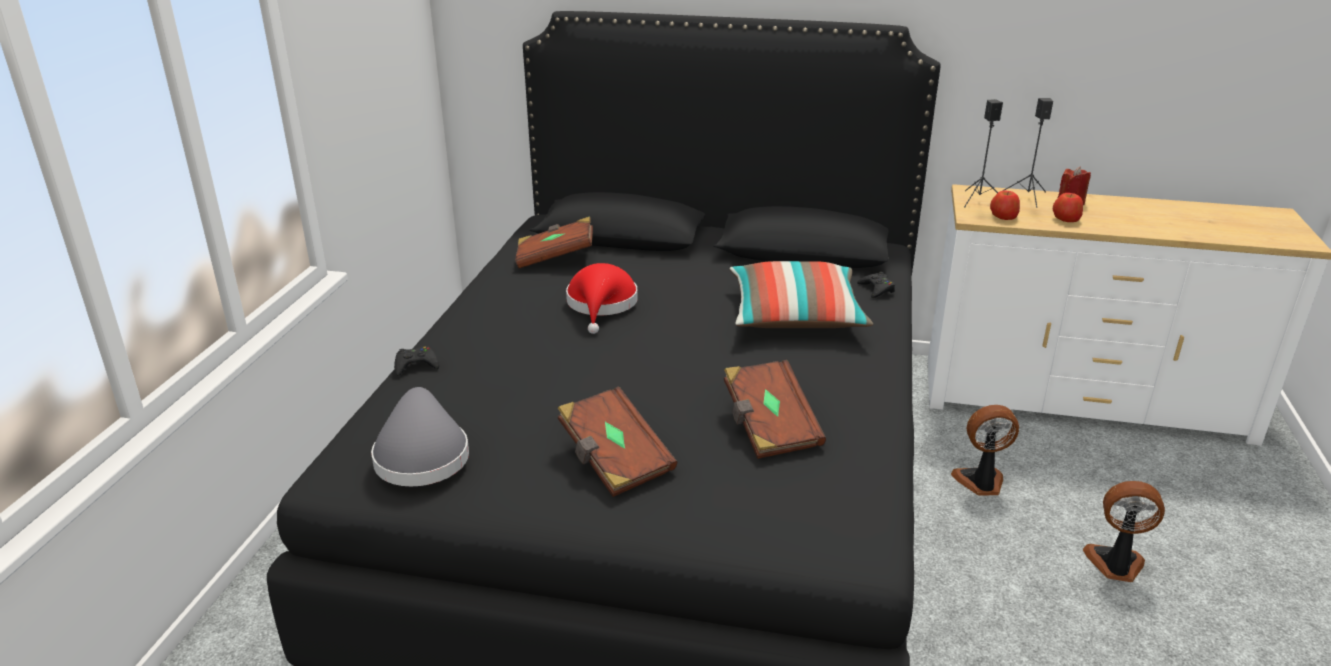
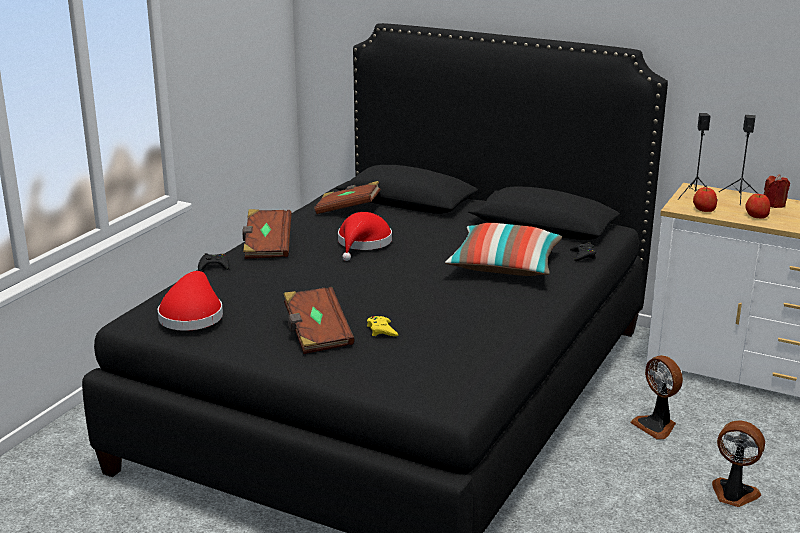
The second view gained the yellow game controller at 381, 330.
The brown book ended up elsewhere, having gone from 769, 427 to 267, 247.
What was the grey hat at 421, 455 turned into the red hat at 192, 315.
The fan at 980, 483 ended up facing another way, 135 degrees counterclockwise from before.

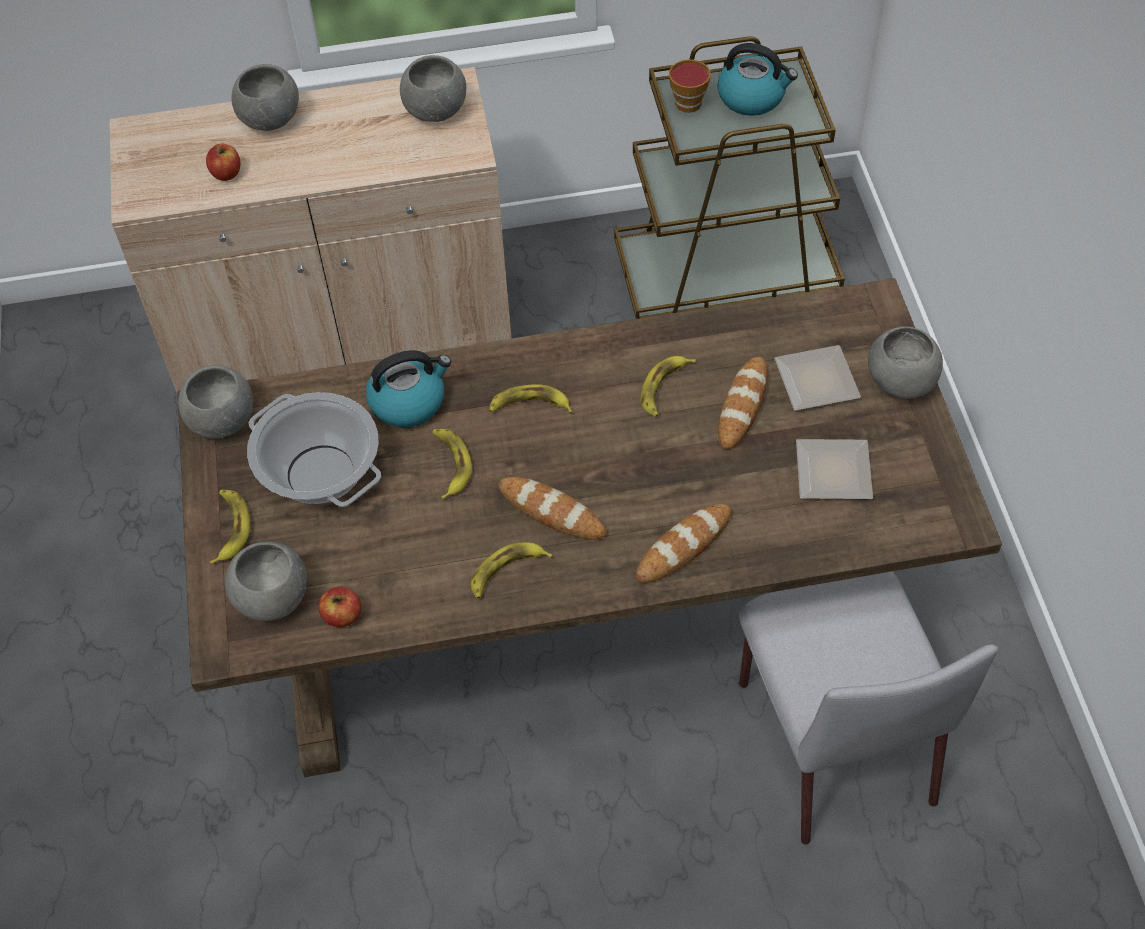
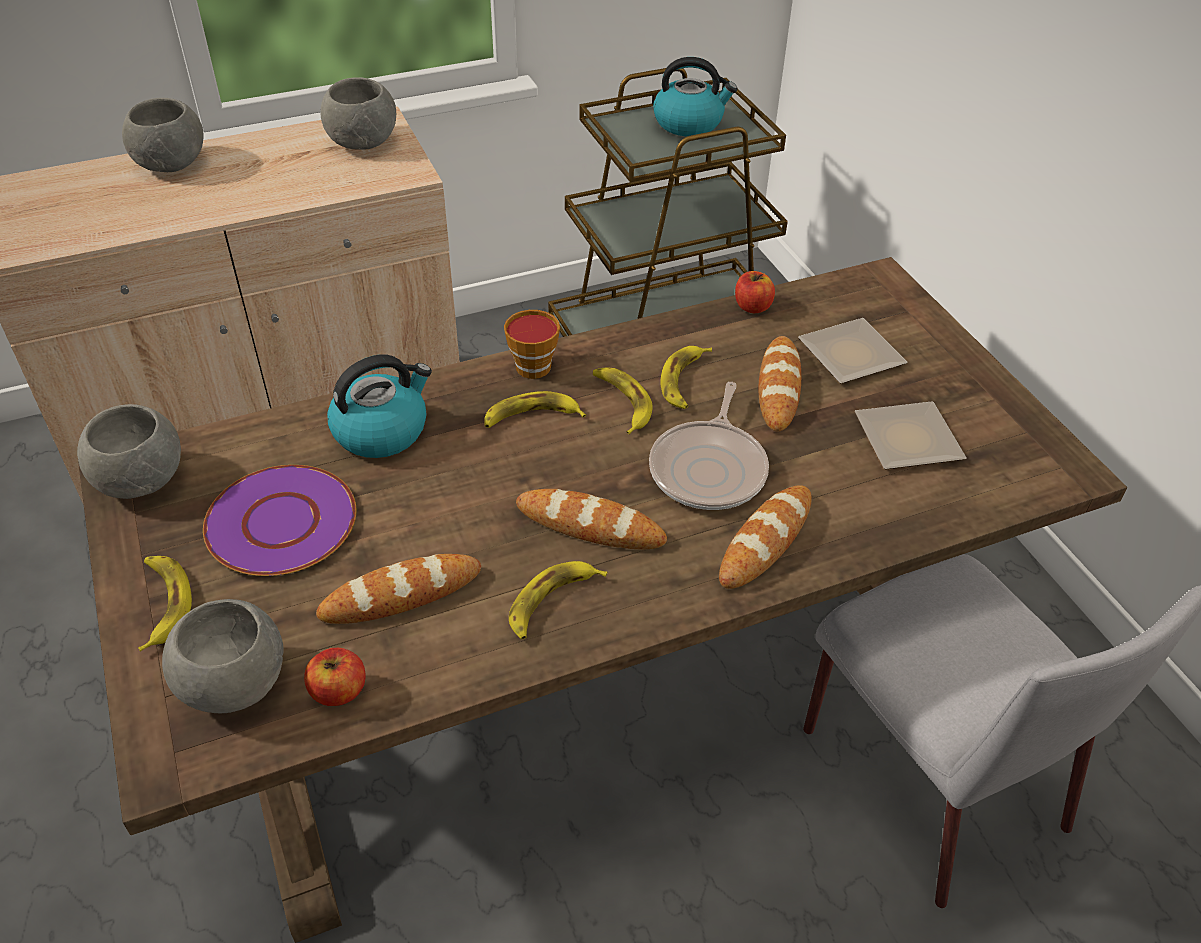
The second view lost the grey bowl at 900, 382.
The second view gained the bread at 401, 594.
The second view gained the frying pan at 710, 468.
The apple ended up elsewhere, having gone from 226, 173 to 752, 306.
The banana ended up elsewhere, having gone from 450, 464 to 622, 402.
The cup ended up elsewhere, having gone from 686, 101 to 530, 364.
Where the cooking pot stood at 320, 473, the purple plate came to stand at 280, 523.

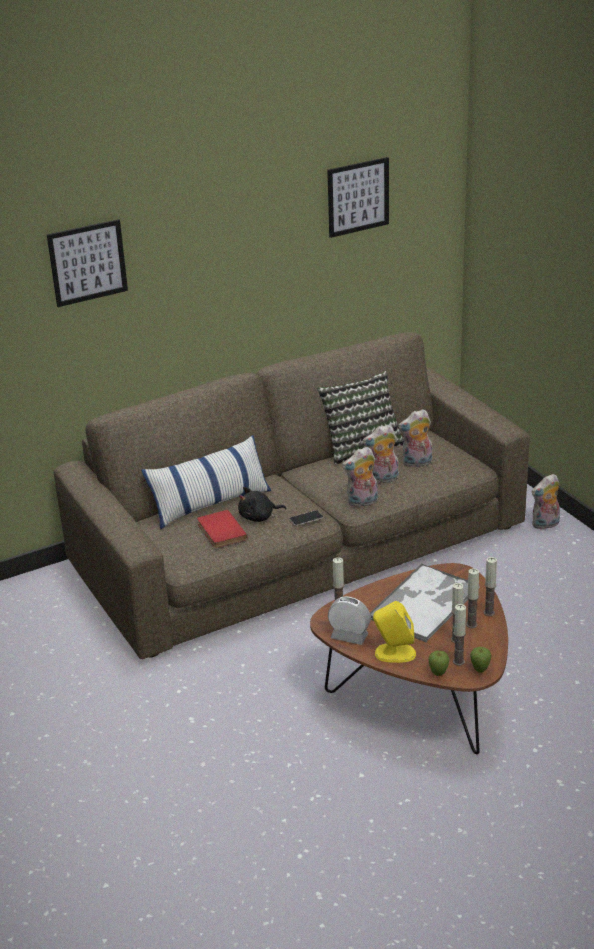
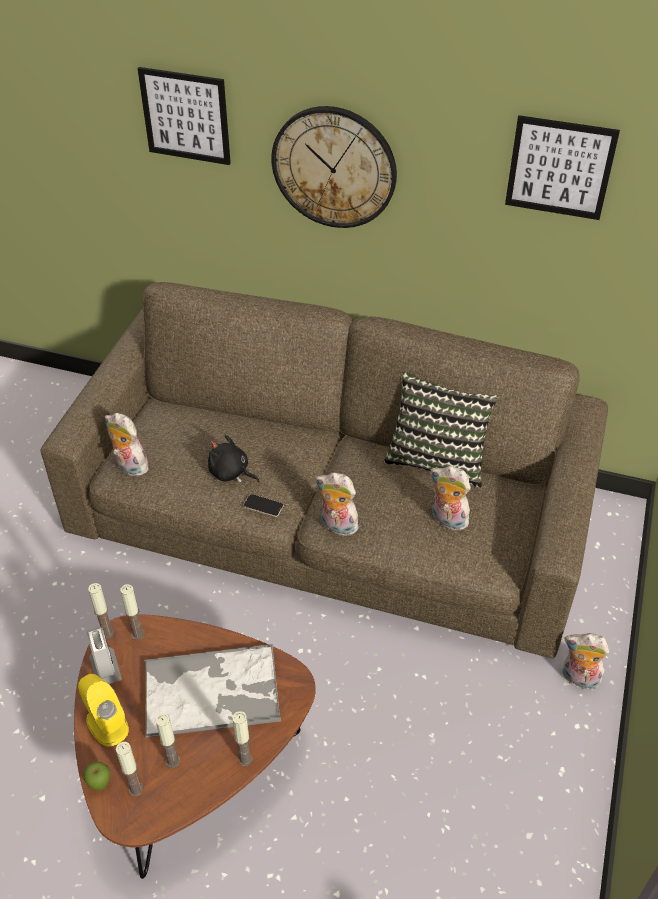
The second view lost the pillow at 210, 504.
The second view lost the red book at 220, 531.
The second view lost the apple at 480, 670.
The second view gained the wall clock at 334, 167.
The plush toy ended up elsewhere, having gone from 382, 479 to 129, 467.
The candle ended up elsewhere, having gone from 471, 624 to 107, 633.

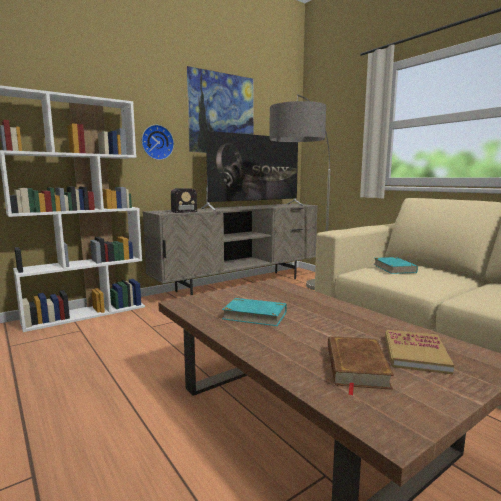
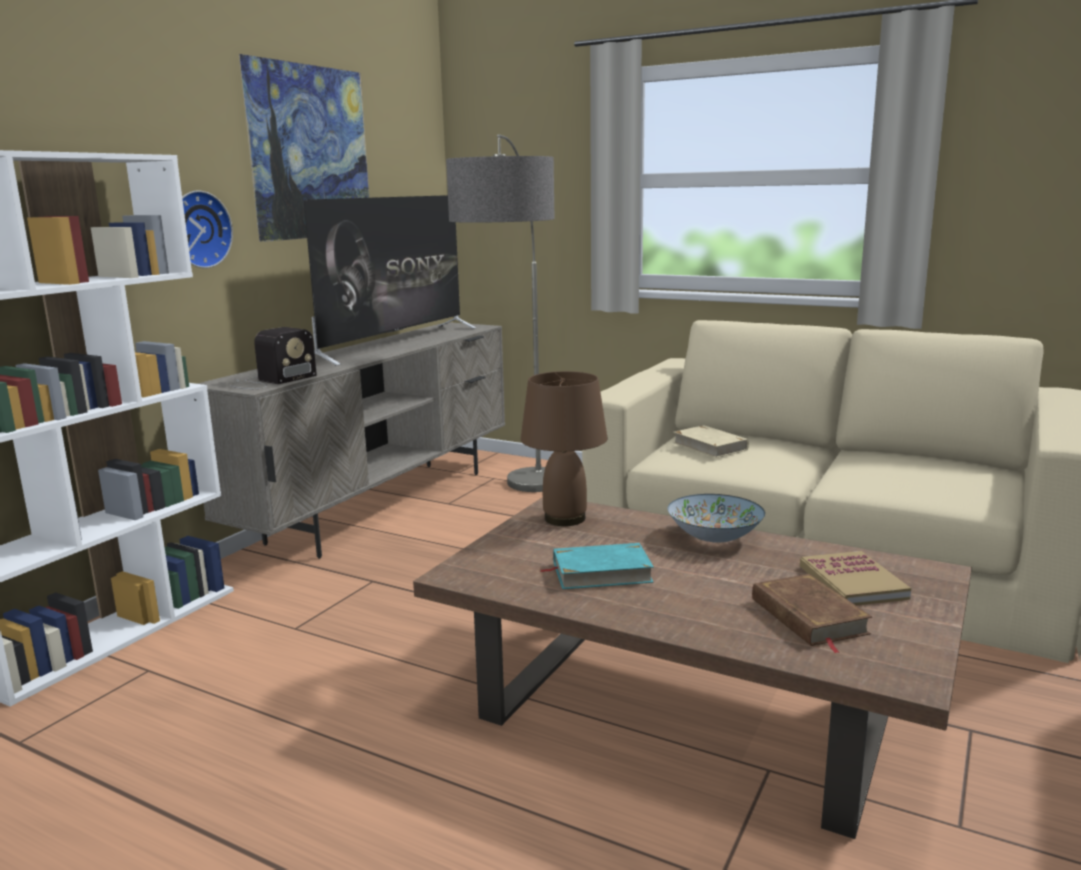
The second view gained the brown table lamp at 564, 519.
The second view gained the bowl at 714, 537.
What was the turquoise book at 394, 268 turned into the beige book at 710, 446.

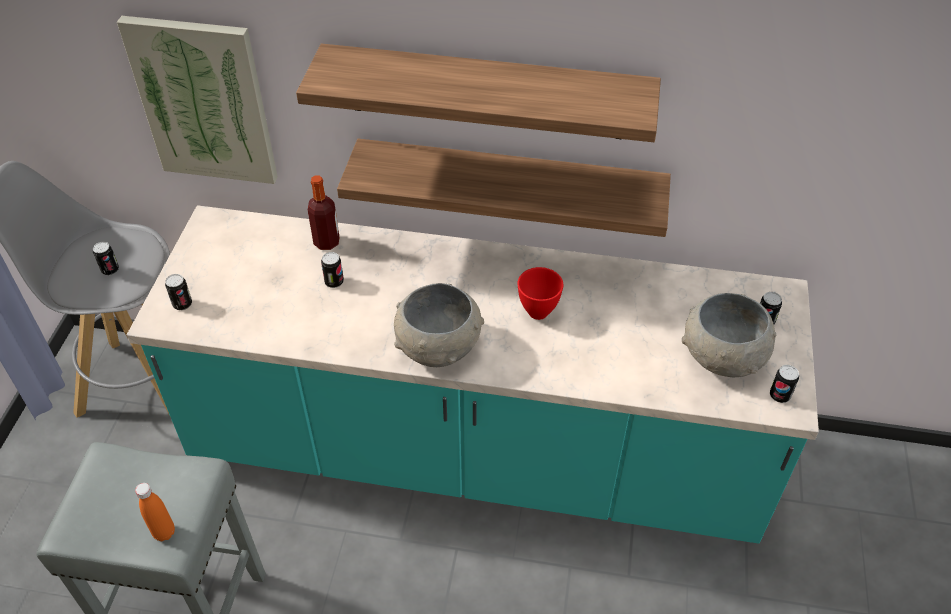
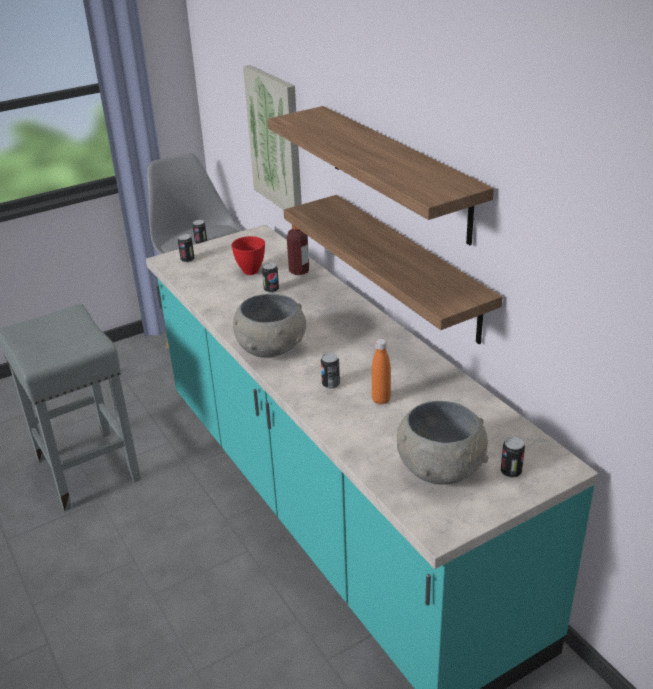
The orange bottle ended up elsewhere, having gone from 164, 532 to 381, 400.
The red bowl ended up elsewhere, having gone from 537, 312 to 250, 271.
The can ended up elsewhere, having gone from 779, 395 to 330, 384.

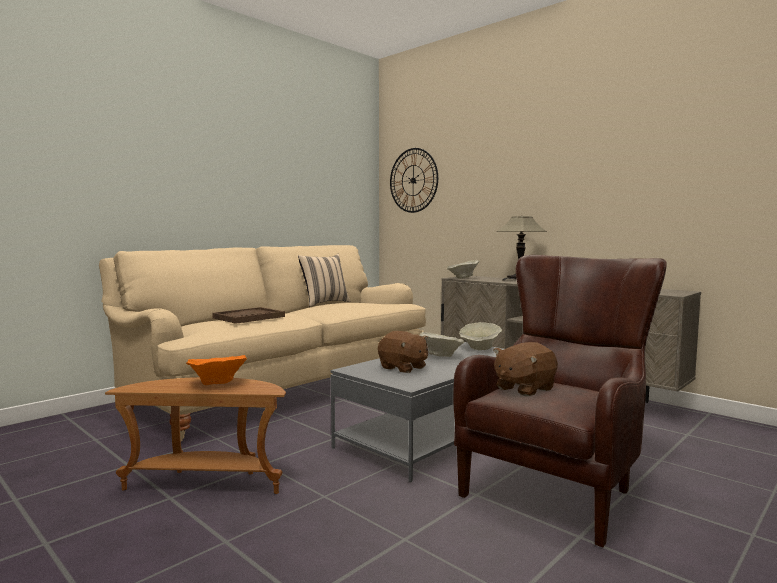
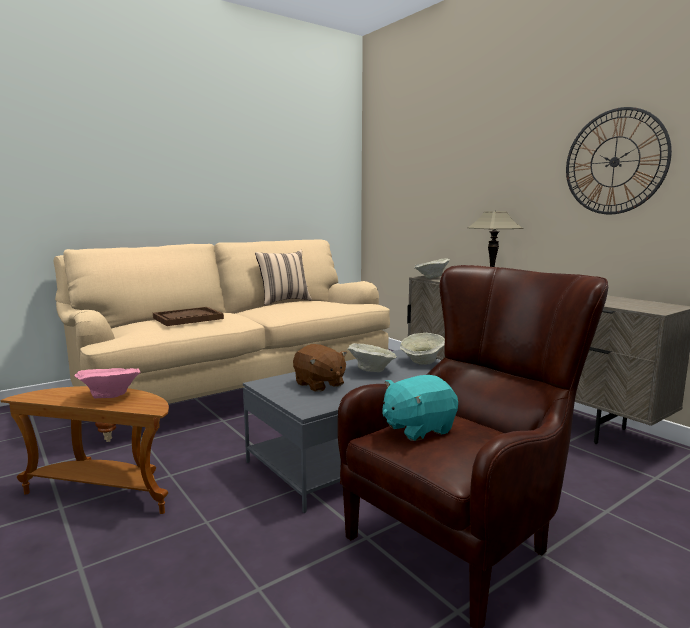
The wall clock ended up elsewhere, having gone from 413, 180 to 614, 162.
What was the orange bowl at 217, 384 turned into the pink bowl at 110, 397.
What was the brown plush toy at 524, 388 turned into the turquoise plush toy at 417, 428.

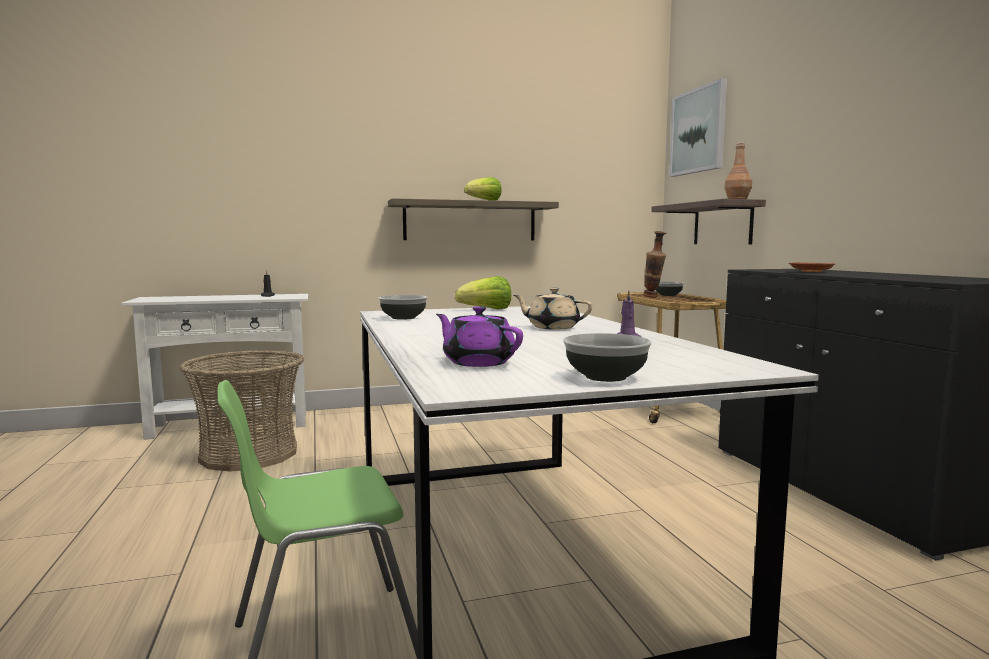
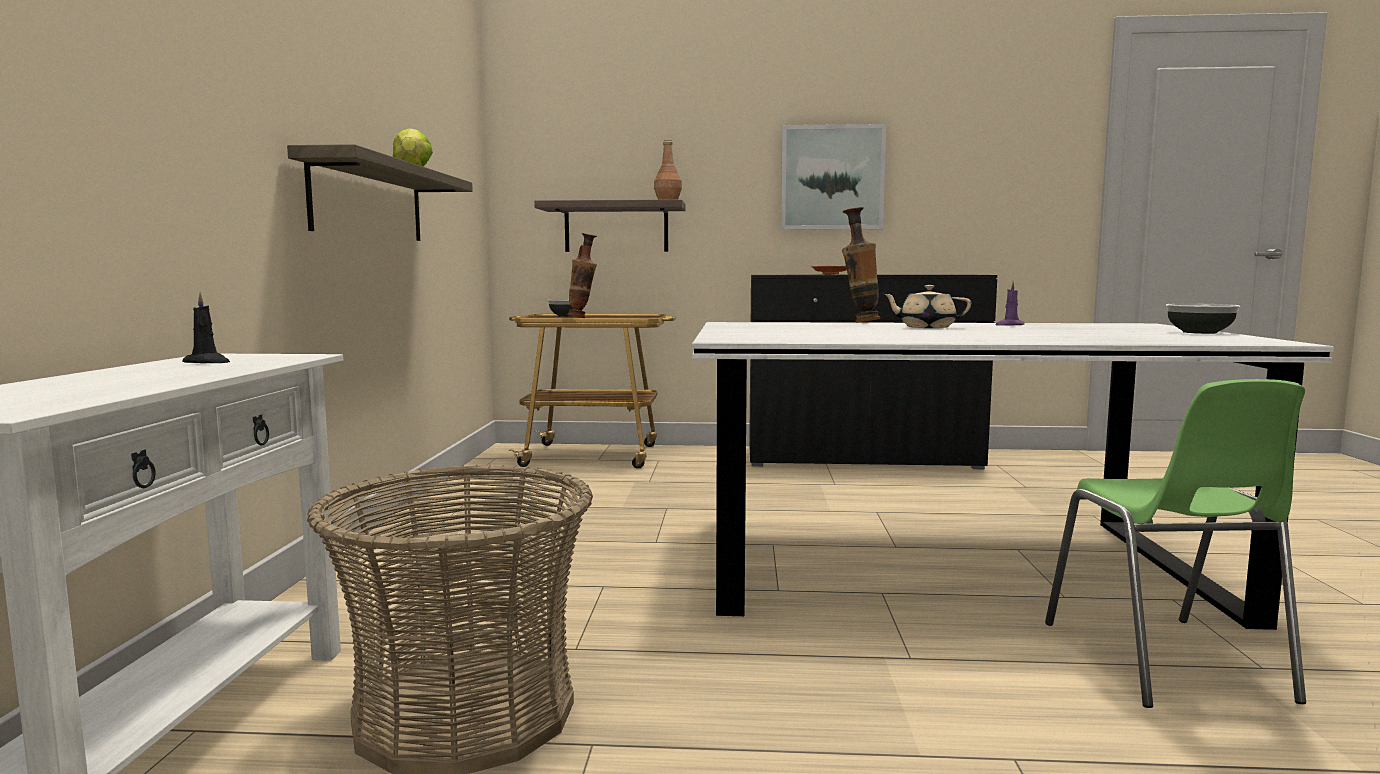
The second view lost the bowl at 403, 318.
The second view lost the purple teapot at 478, 362.
The second view lost the lettuce at 486, 310.
The second view gained the vase at 859, 322.
The picture ended up elsewhere, having gone from 698, 131 to 832, 178.
The beige teapot at 552, 327 ended up facing another way, 60 degrees clockwise from before.

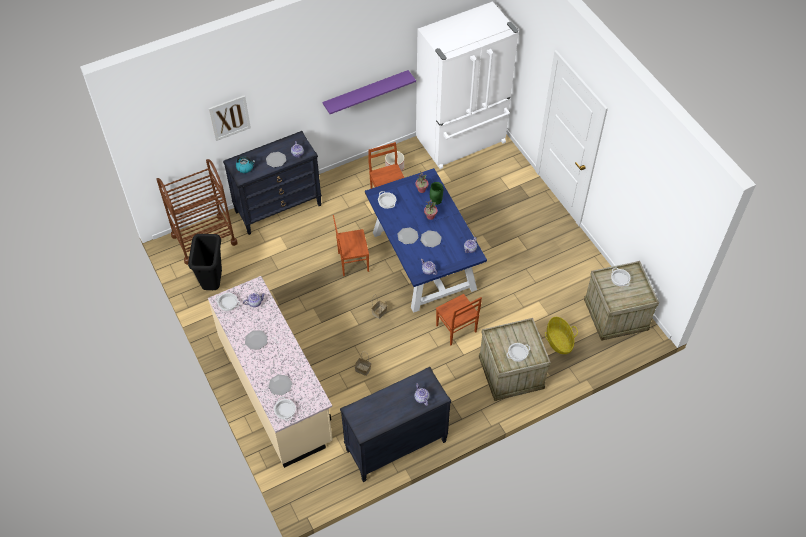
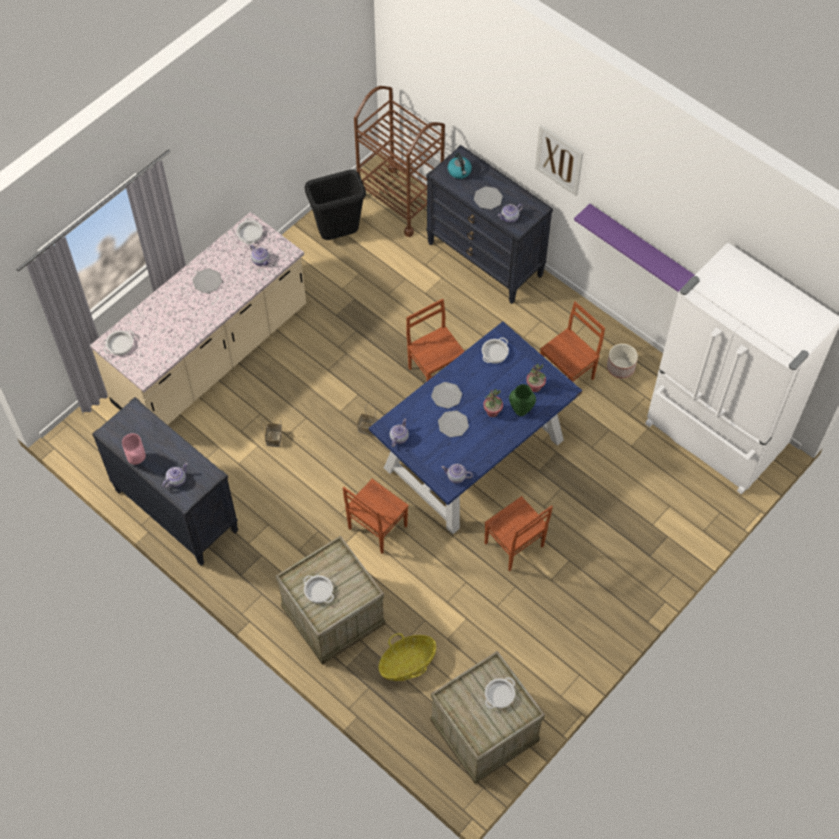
The second view lost the plate at 280, 385.
The second view gained the pink vase at 138, 460.
The second view gained the brown chair at 514, 546.
The picture ended up elsewhere, having gone from 229, 117 to 559, 160.

